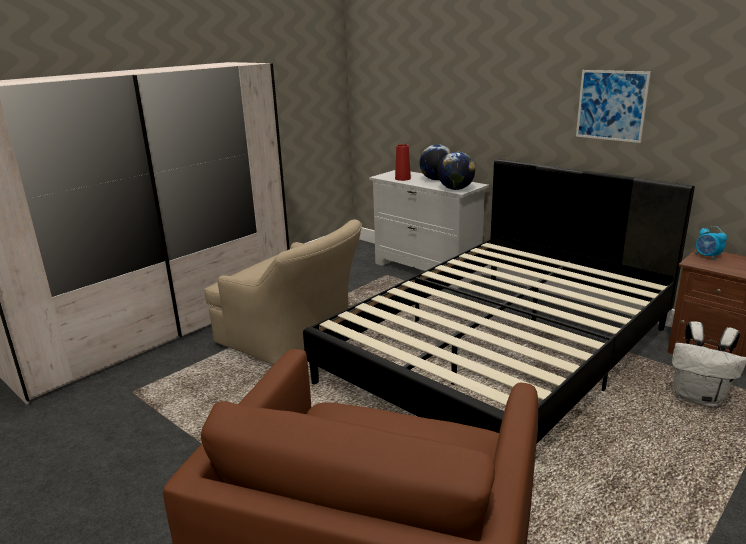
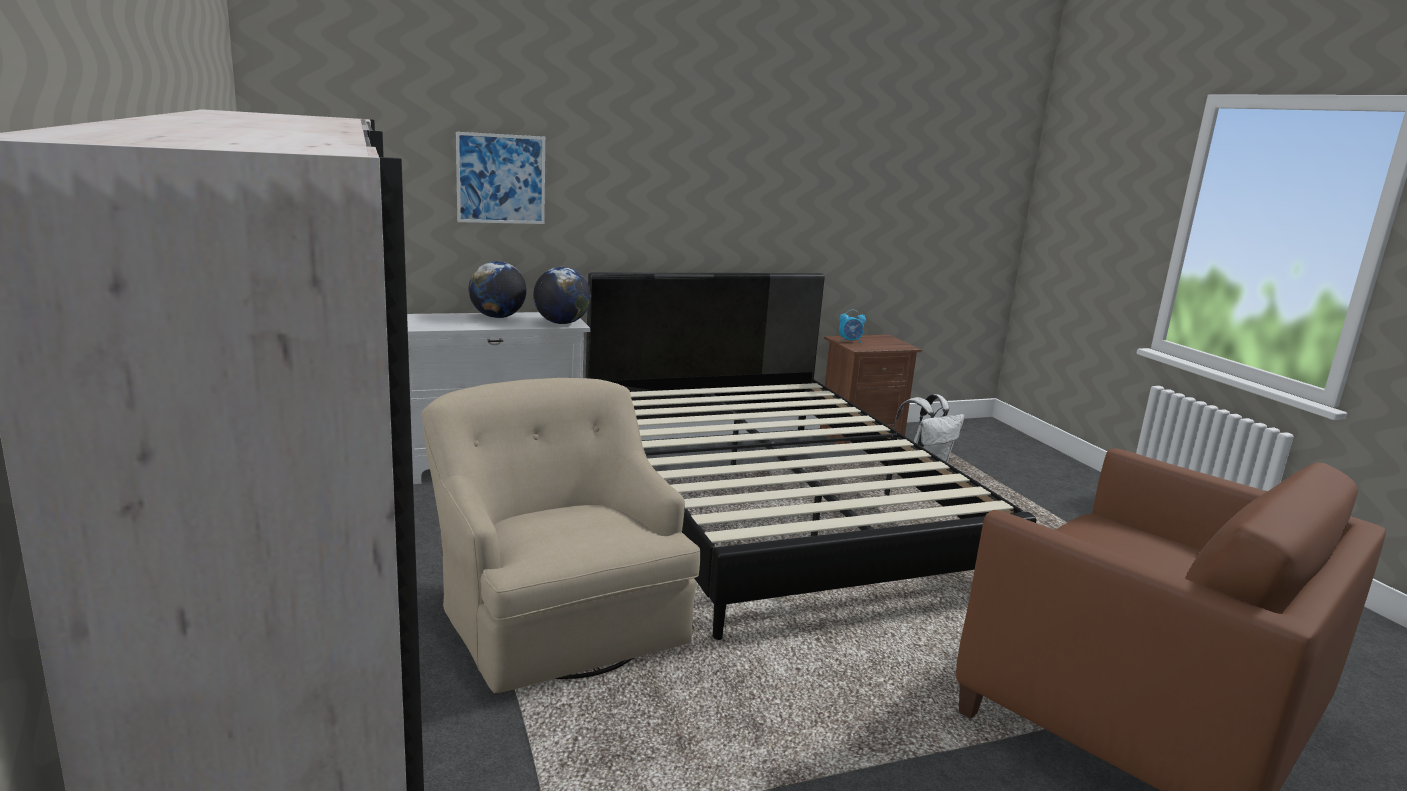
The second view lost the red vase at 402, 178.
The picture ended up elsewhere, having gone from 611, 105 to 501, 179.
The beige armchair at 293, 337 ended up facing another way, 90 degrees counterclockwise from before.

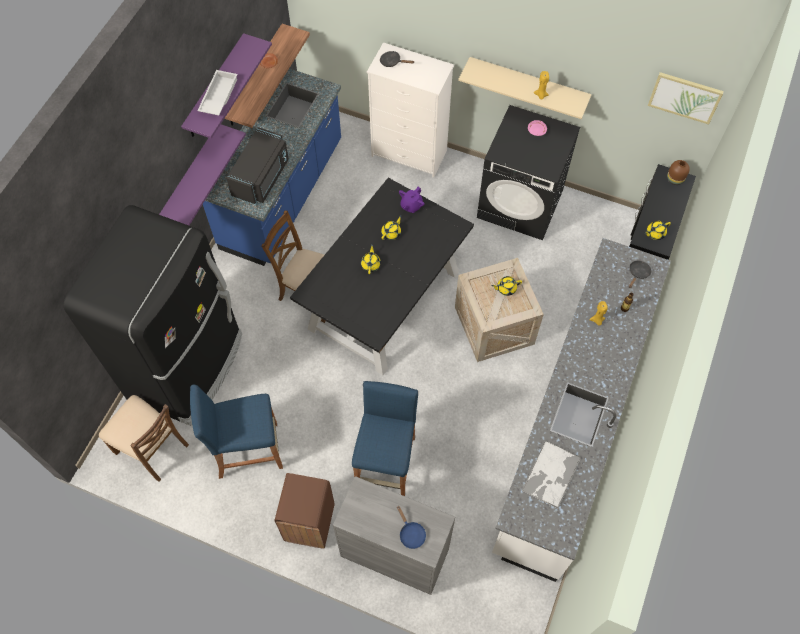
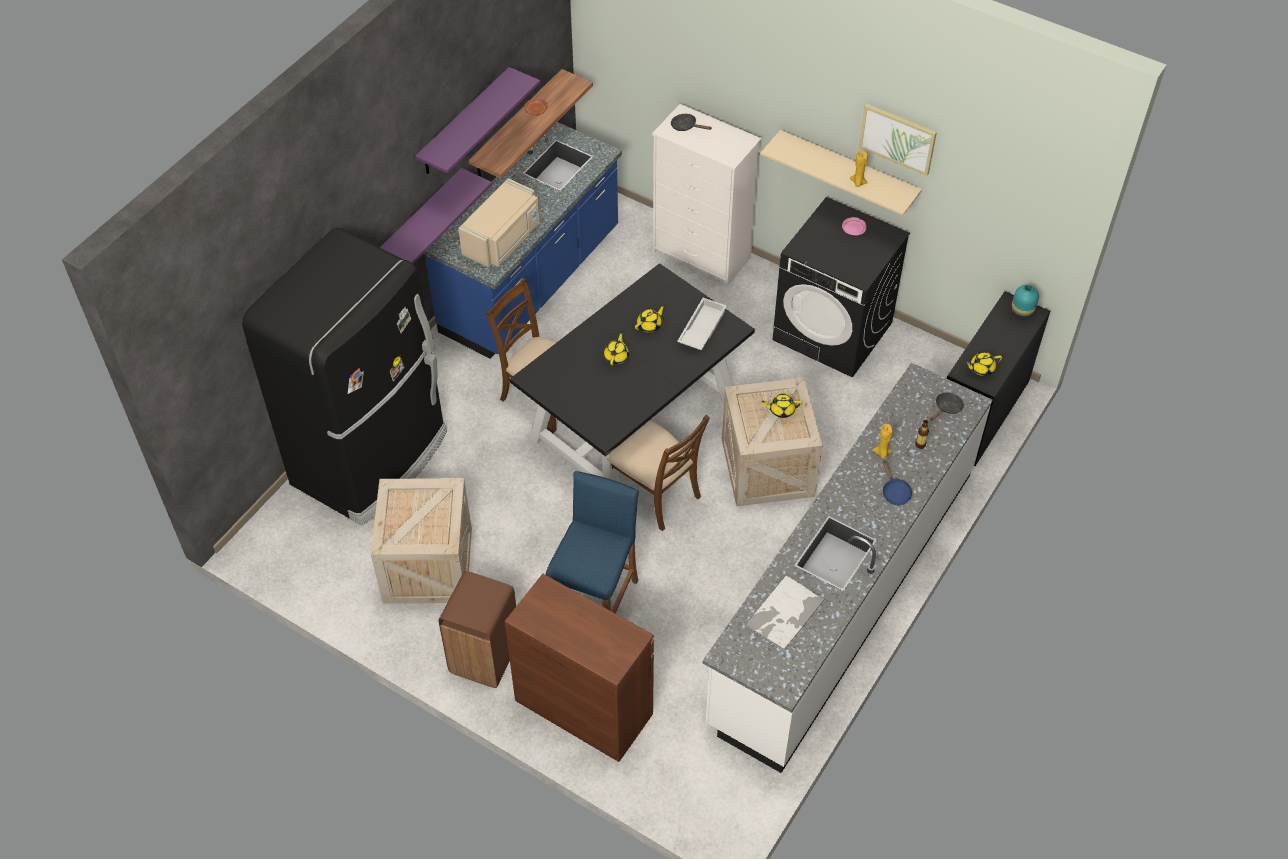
The second view lost the purple teapot at 411, 206.
The brown chair ended up elsewhere, having gone from 152, 448 to 656, 494.
The white tray ended up elsewhere, having gone from 218, 96 to 701, 328.
The blue frying pan ended up elsewhere, having gone from 411, 533 to 894, 492.
The picture ended up elsewhere, having gone from 685, 97 to 898, 138.
Where the blue stool stood at 248, 450, the crate came to stand at 426, 564.
What was the black microwave at 262, 178 turned into the beige microwave at 503, 240.
What was the grey cabinet at 394, 552 turned into the brown cabinet at 583, 707.
What was the brown vase at 674, 179 turned into the turquoise vase at 1021, 310.

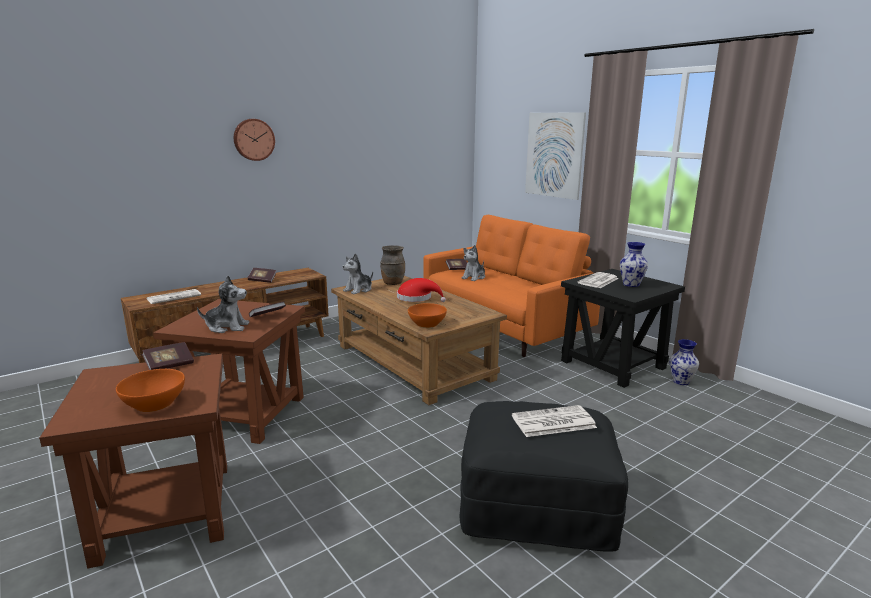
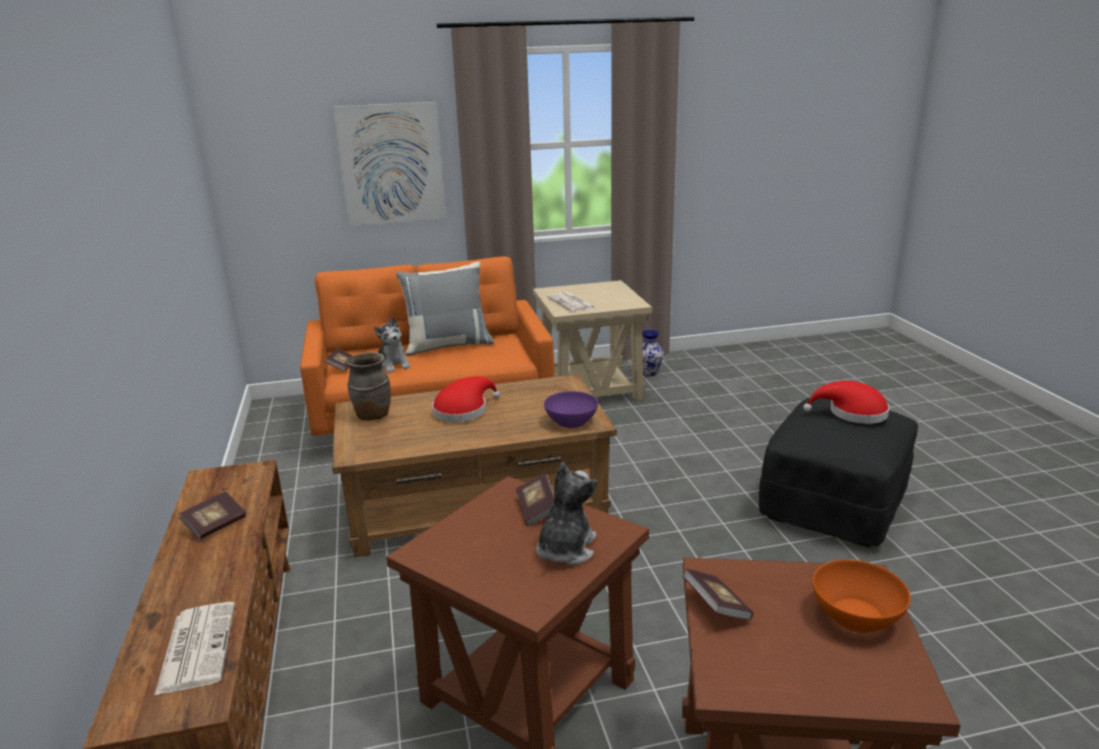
The second view lost the wall clock at 253, 139.
The second view lost the plush toy at 358, 290.
The second view lost the vase at 631, 284.
The second view gained the grey pillow at 448, 345.
Where the newspaper stood at 552, 422, the red hat came to stand at 852, 413.
What was the orange bowl at 427, 323 turned into the purple bowl at 571, 421.
What was the black side table at 613, 364 turned into the beige side table at 591, 389.

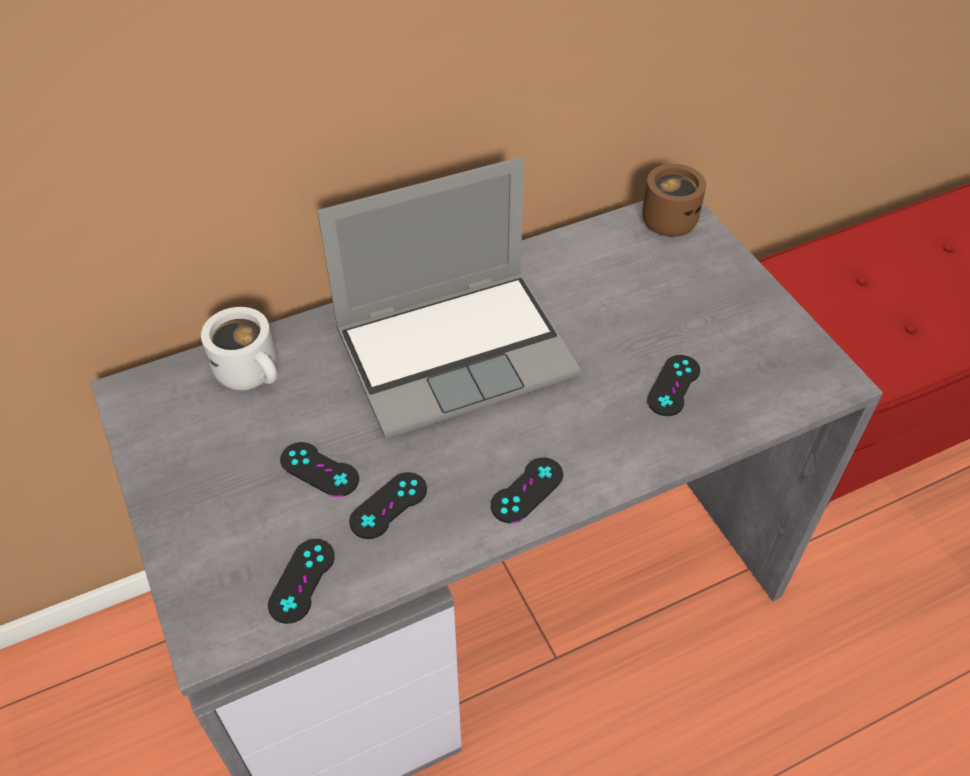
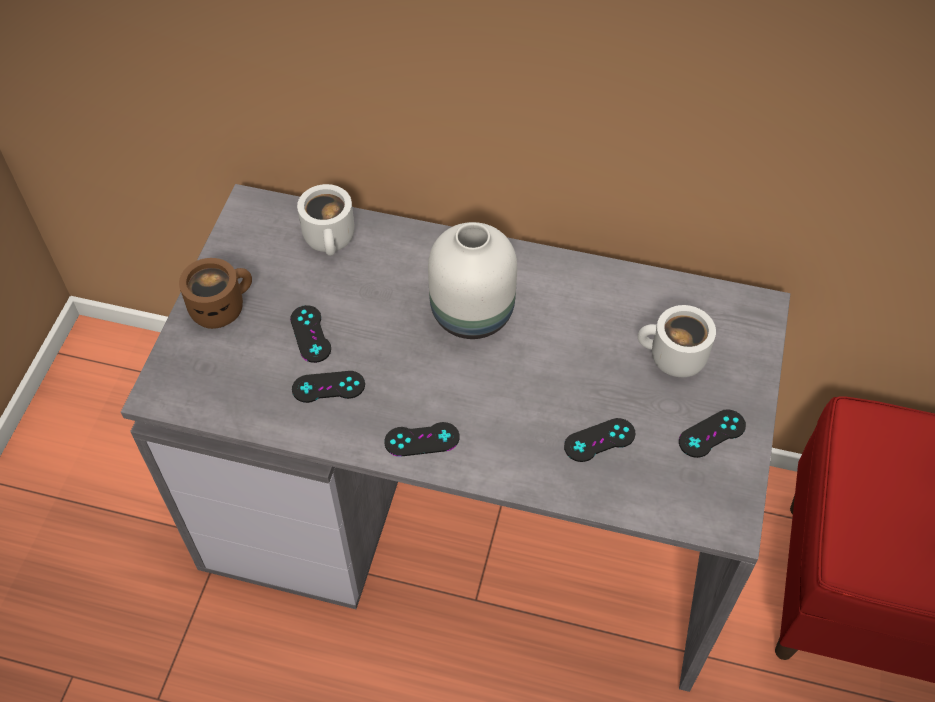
The second view gained the white mug at 672, 359.
The black game controller ended up elsewhere, having gone from 302, 580 to 712, 433.
The brown mug ended up elsewhere, having gone from 667, 218 to 220, 306.
Where the laptop stood at 457, 351, the white vase came to stand at 474, 312.

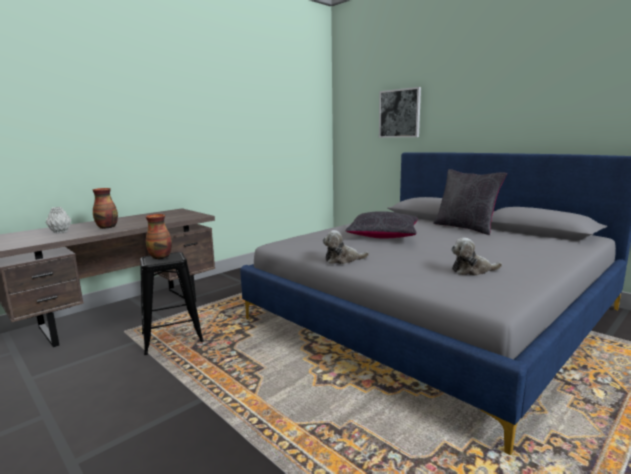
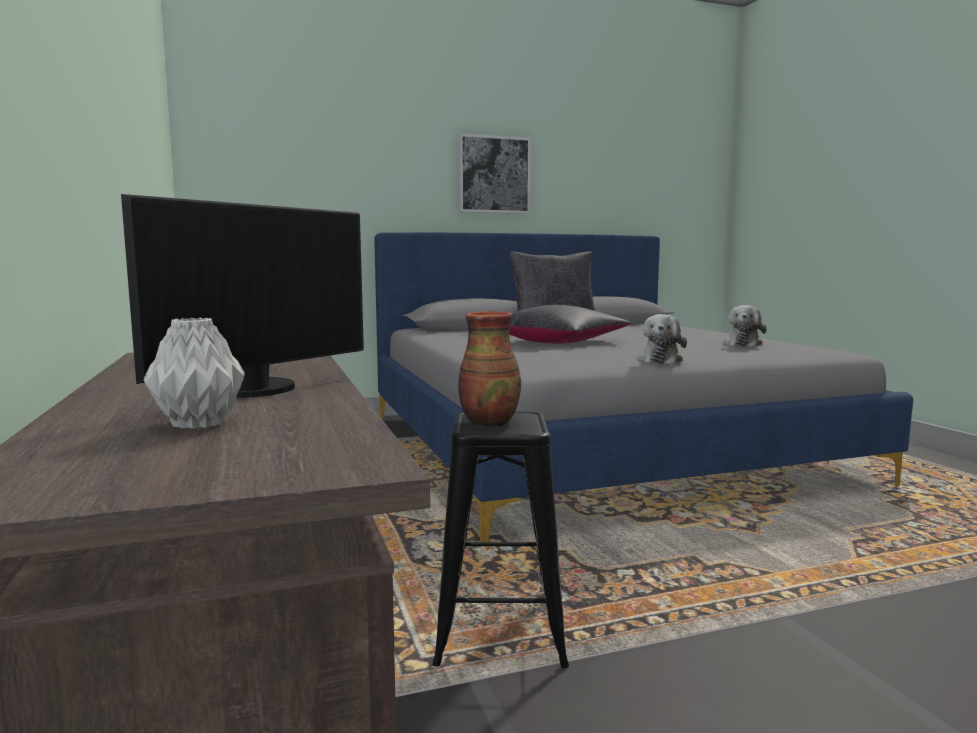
The picture ended up elsewhere, having gone from 399, 113 to 494, 175.
Where the vase stood at 107, 227, the monitor came to stand at 256, 390.

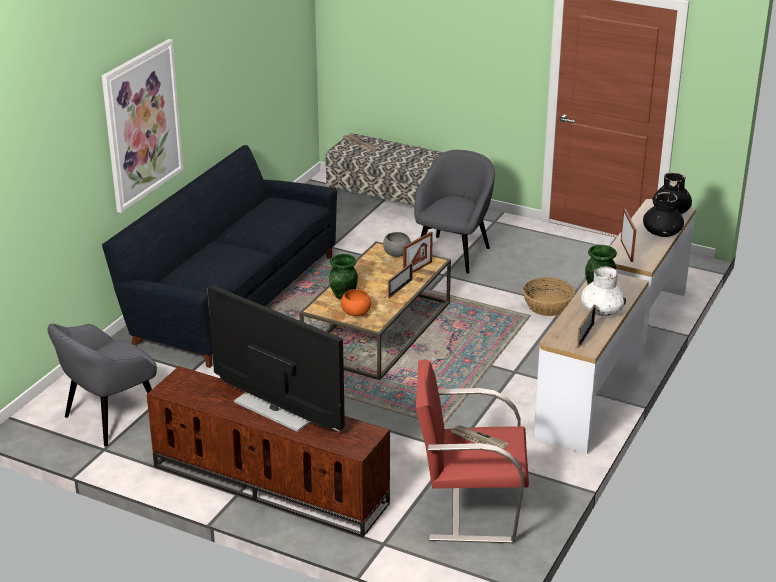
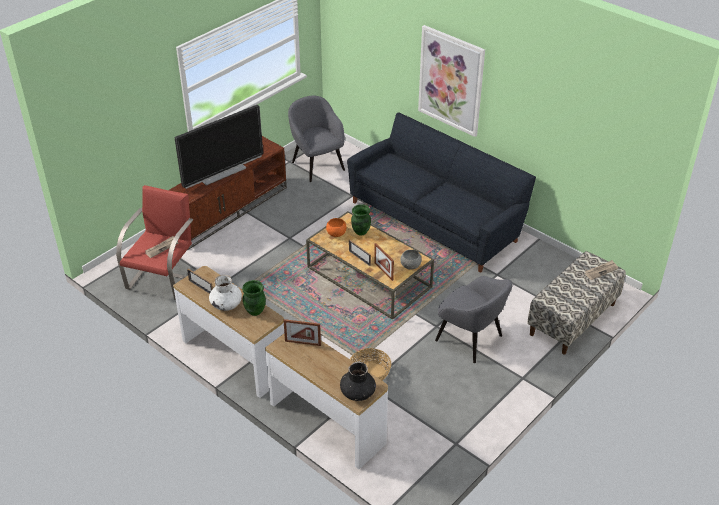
The second view lost the black vase at 662, 233.

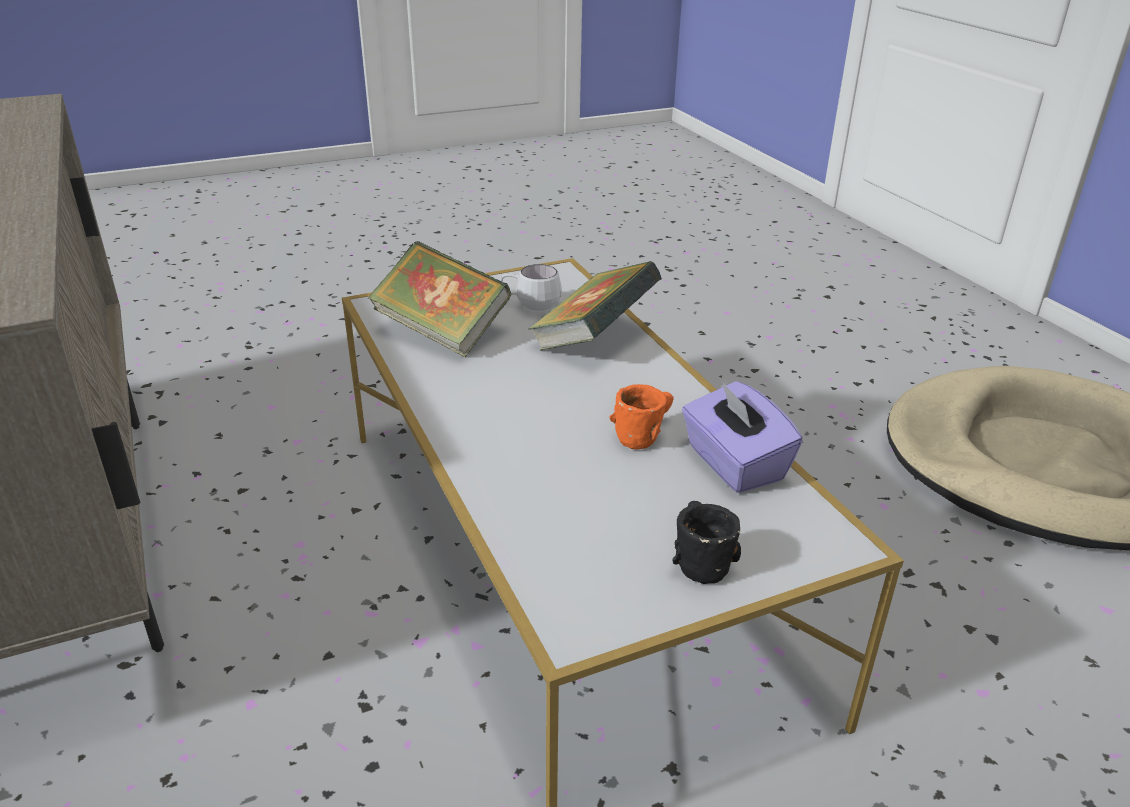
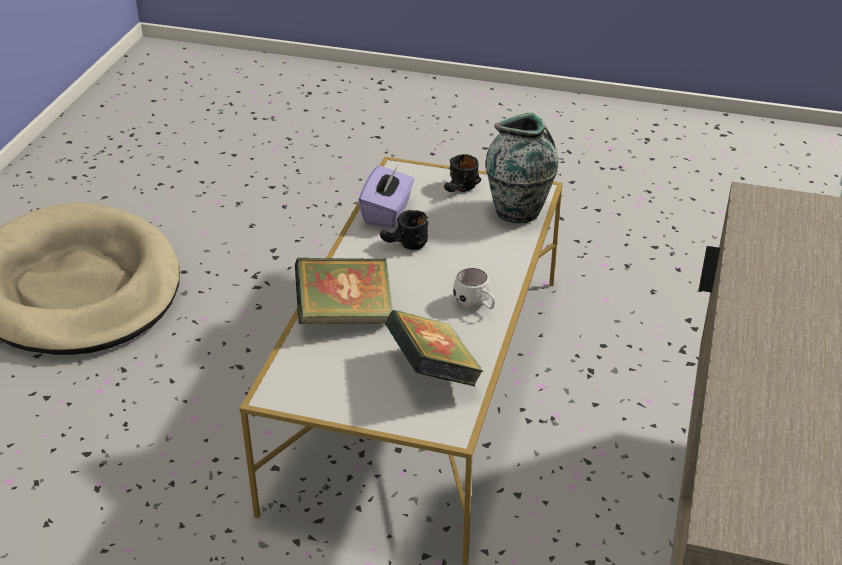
The second view gained the vase at 519, 211.
The white mug ended up elsewhere, having gone from 530, 305 to 476, 305.
What was the orange mug at 643, 432 turned into the black mug at 404, 246.

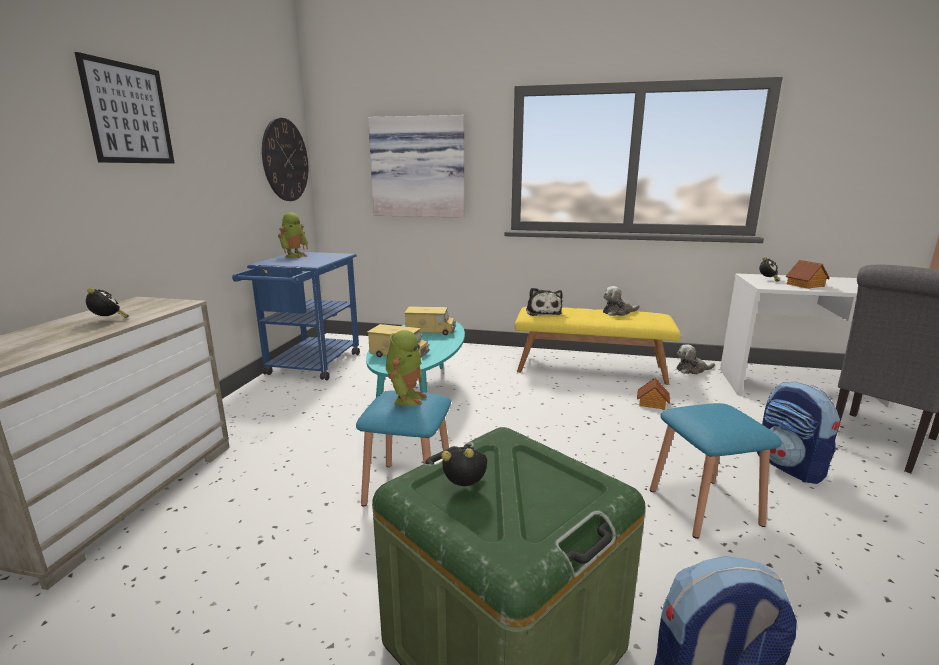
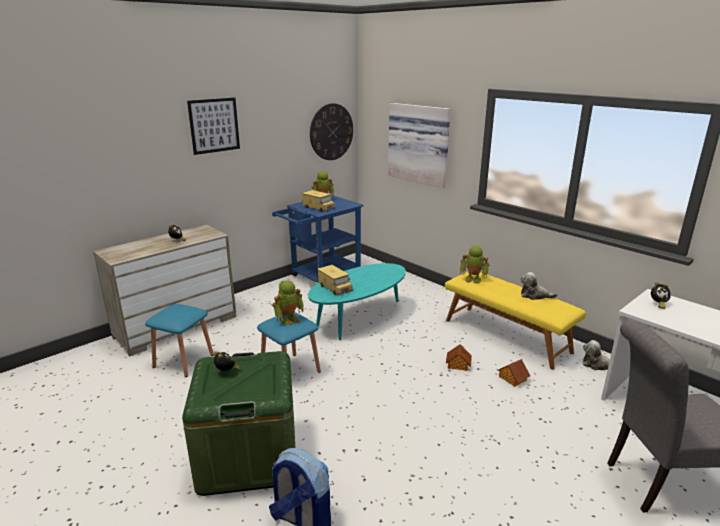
The second view lost the backpack at 790, 466.
The toy truck ended up elsewhere, having gone from 430, 331 to 318, 208.
The blue stool ended up elsewhere, having gone from 704, 506 to 183, 361.
The toy house ended up elsewhere, having gone from 806, 285 to 458, 365.
Where the plush toy stood at 543, 312, the toy robot came to stand at 473, 279.

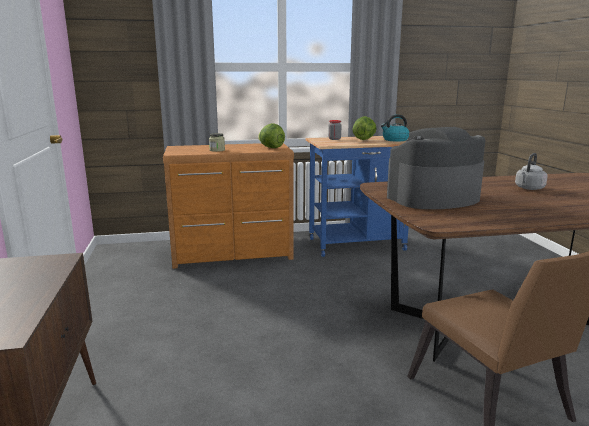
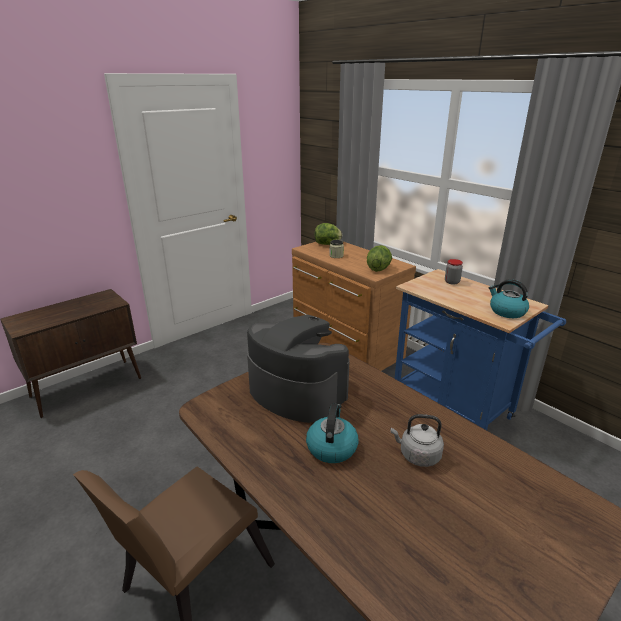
The second view gained the kettle at 331, 447.
The lettuce ended up elsewhere, having gone from 364, 139 to 327, 244.

